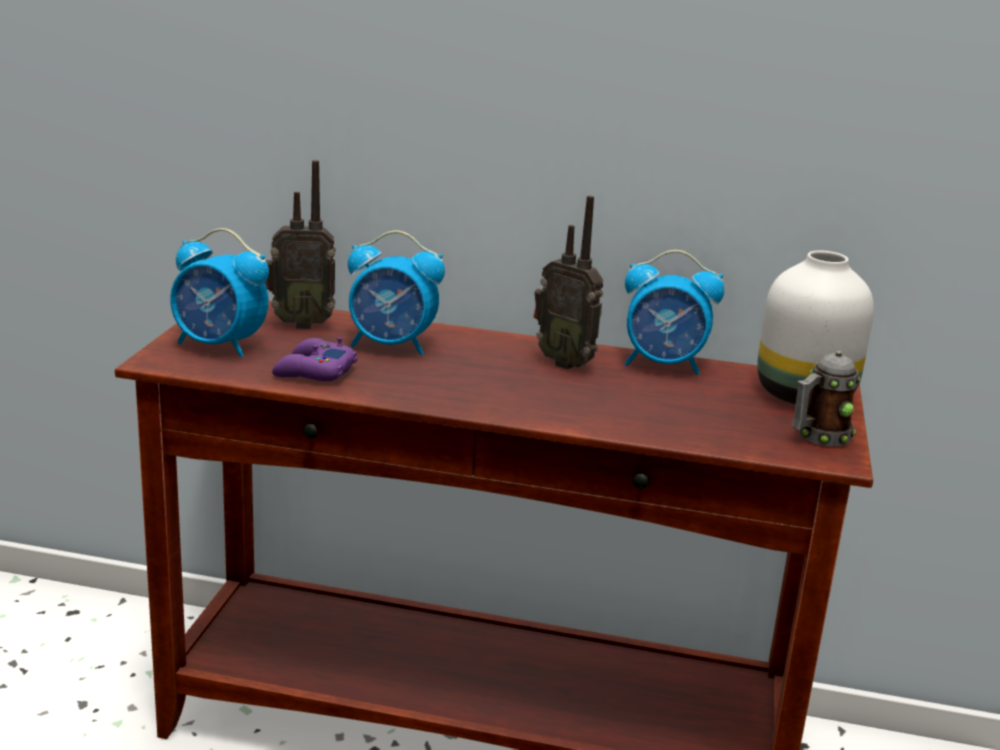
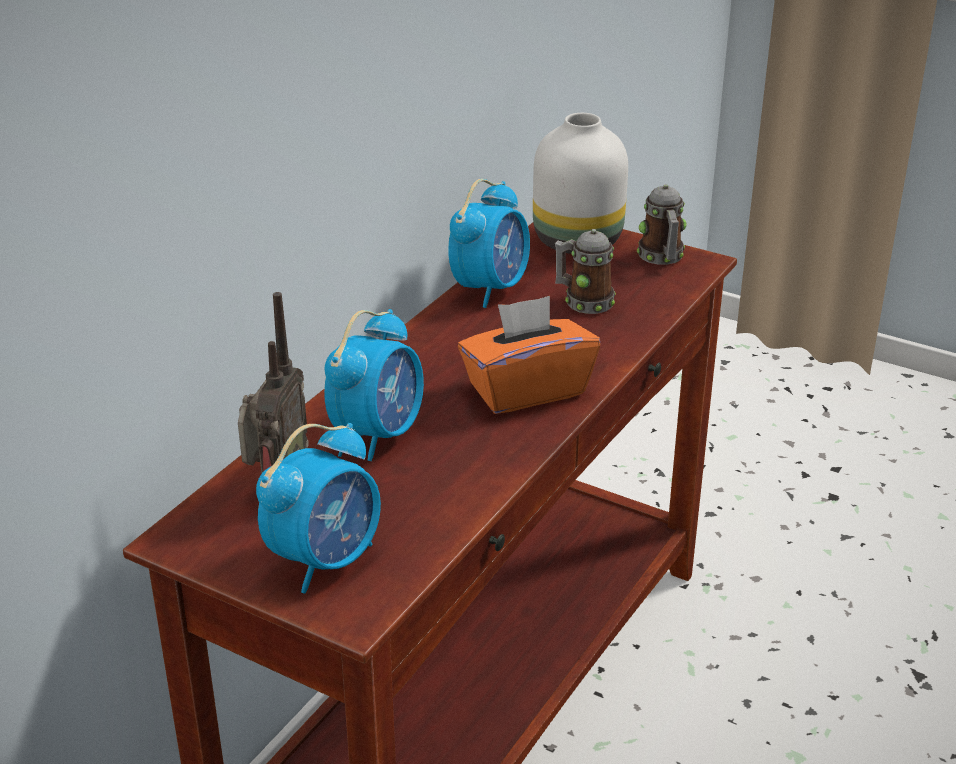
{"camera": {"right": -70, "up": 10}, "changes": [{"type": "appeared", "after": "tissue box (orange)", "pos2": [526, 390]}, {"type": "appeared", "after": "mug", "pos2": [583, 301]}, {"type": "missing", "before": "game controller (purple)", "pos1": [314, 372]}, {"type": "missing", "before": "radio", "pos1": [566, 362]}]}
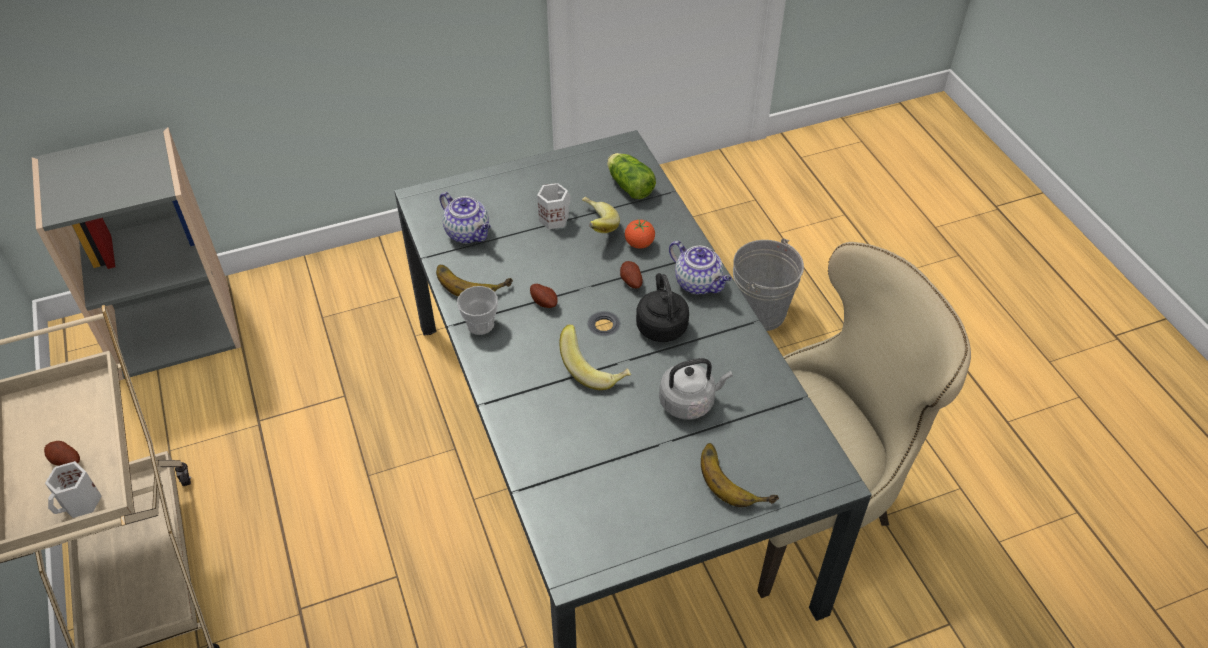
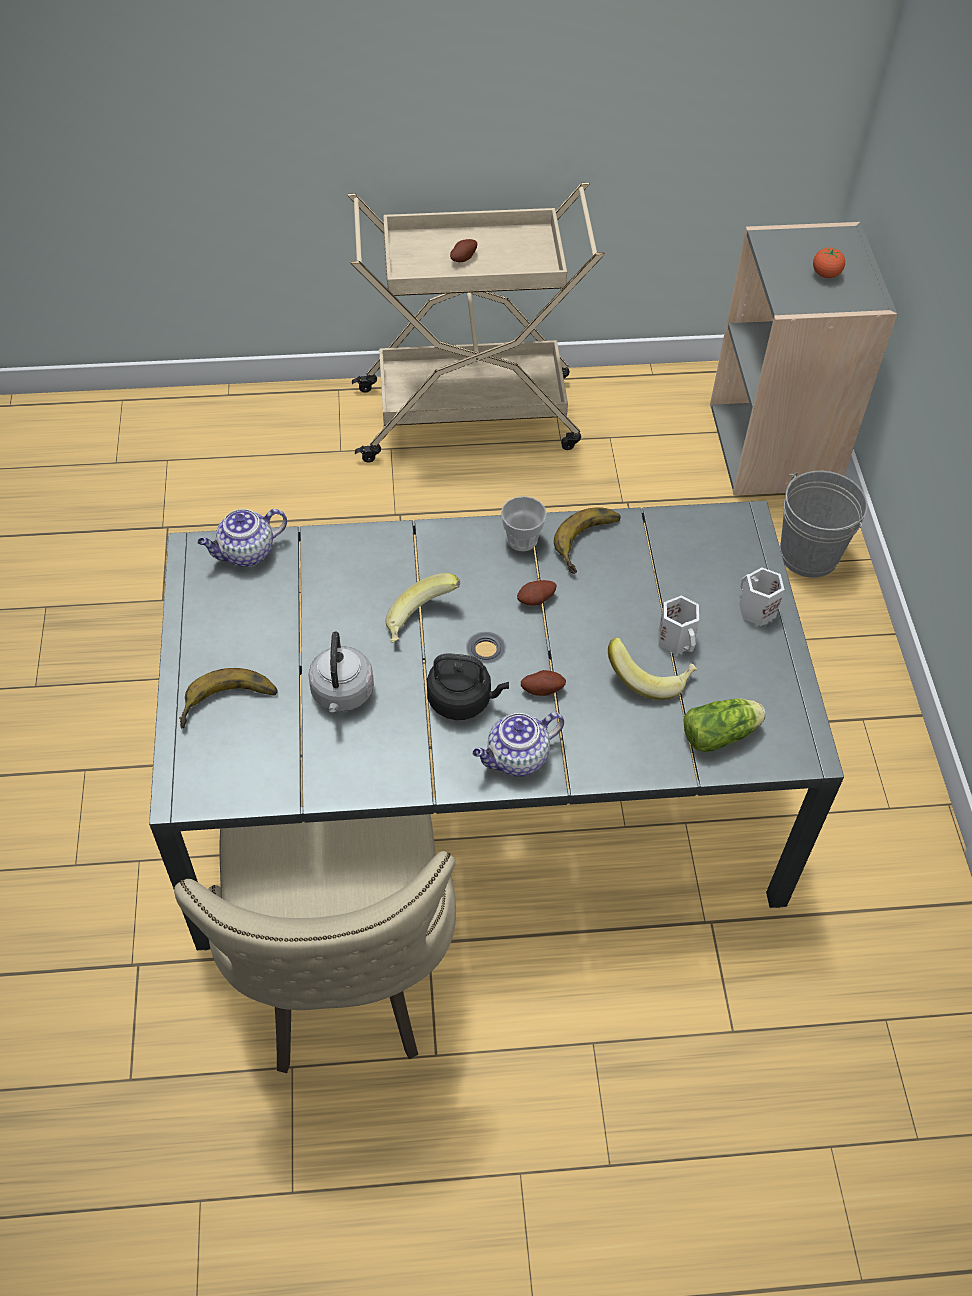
{"camera": {"right": 105, "up": 5}, "changes": [{"type": "relocated", "before": "teapot", "pos1": [468, 233], "pos2": [246, 553]}, {"type": "relocated", "before": "mug (white)", "pos1": [81, 503], "pos2": [755, 610]}, {"type": "relocated", "before": "bucket (grey)", "pos1": [760, 312], "pos2": [808, 554]}, {"type": "relocated", "before": "tomato", "pos1": [639, 244], "pos2": [825, 274]}]}
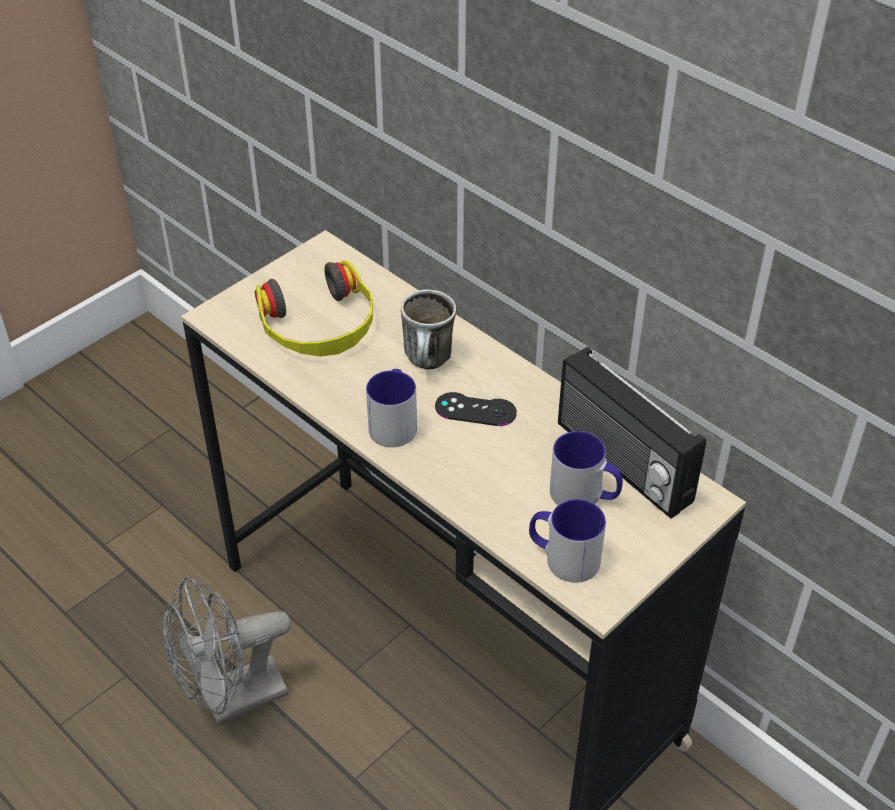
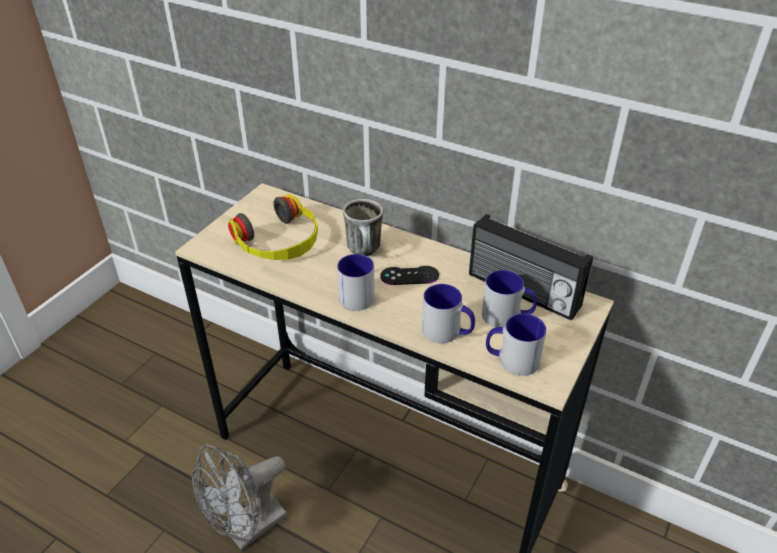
{"camera": {"right": -15, "up": -5}, "changes": [{"type": "appeared", "after": "mug", "pos2": [447, 332]}]}
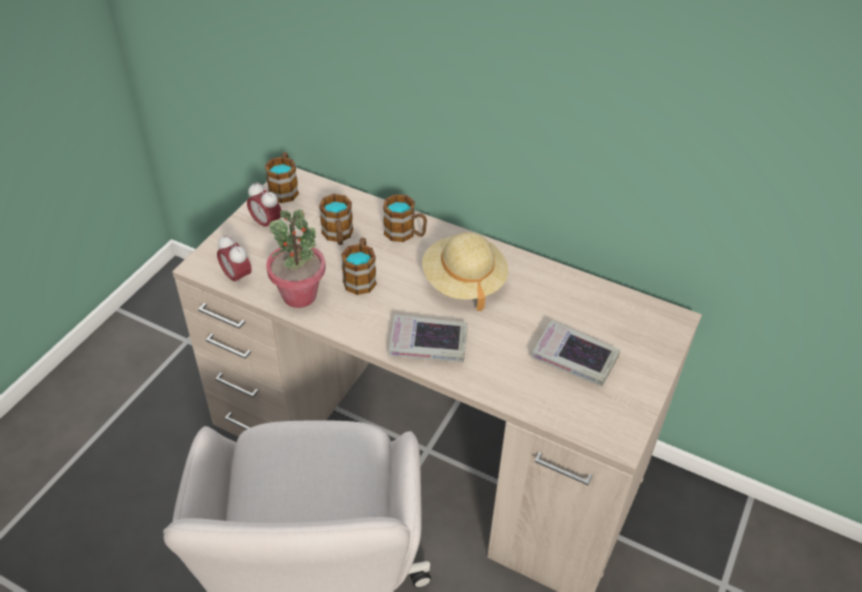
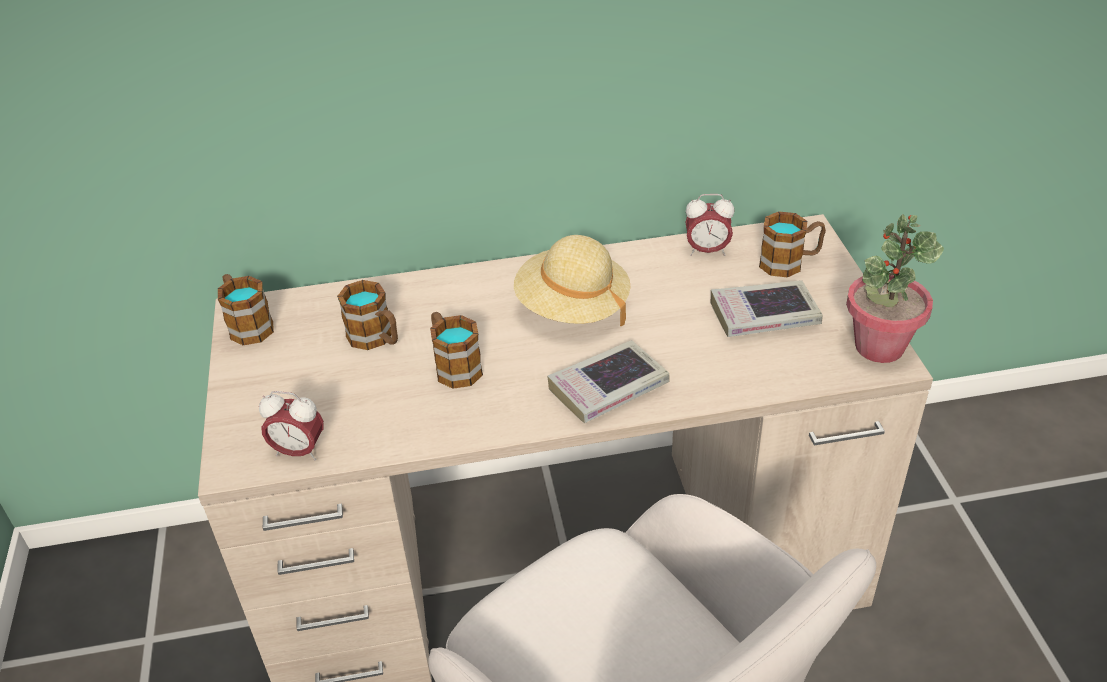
{"camera": {"right": -35, "up": -5}, "changes": [{"type": "relocated", "before": "alarm clock", "pos1": [266, 224], "pos2": [707, 251]}, {"type": "relocated", "before": "mug", "pos1": [405, 234], "pos2": [789, 263]}, {"type": "relocated", "before": "potted plant", "pos1": [299, 295], "pos2": [879, 346]}]}
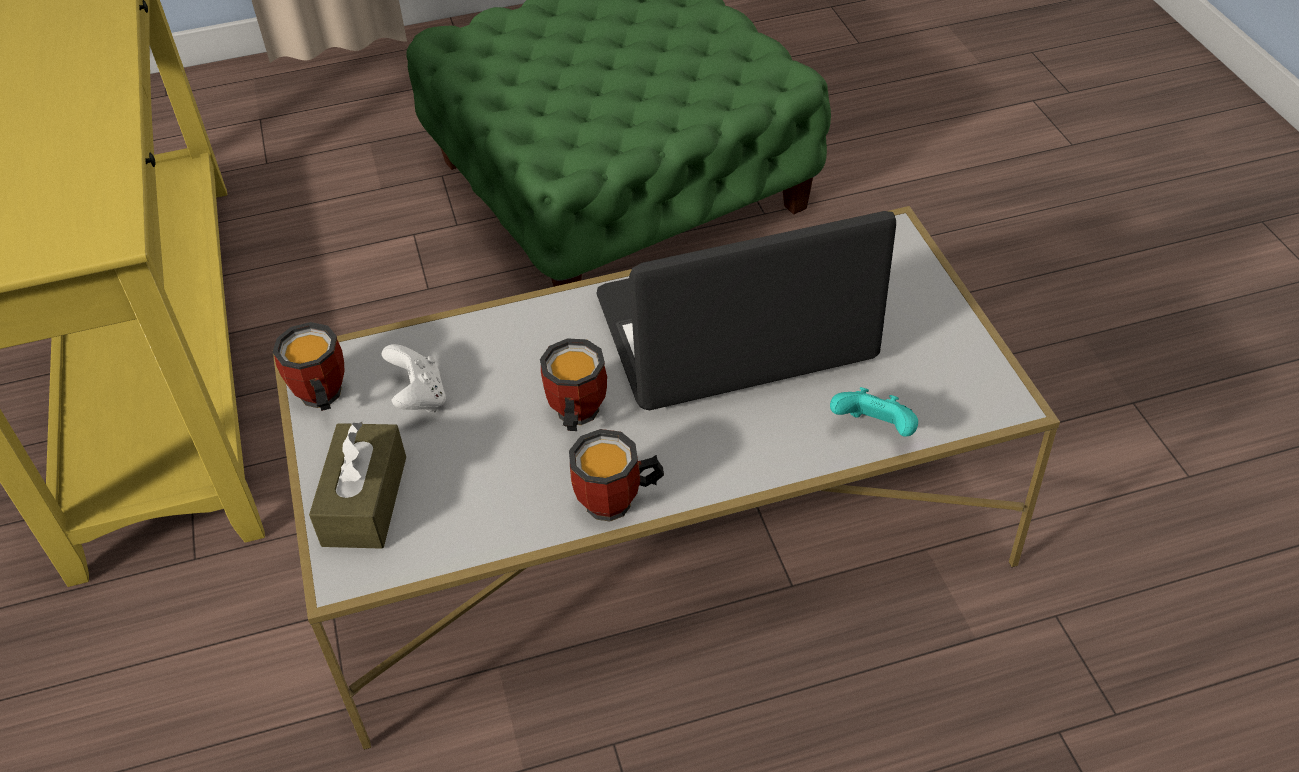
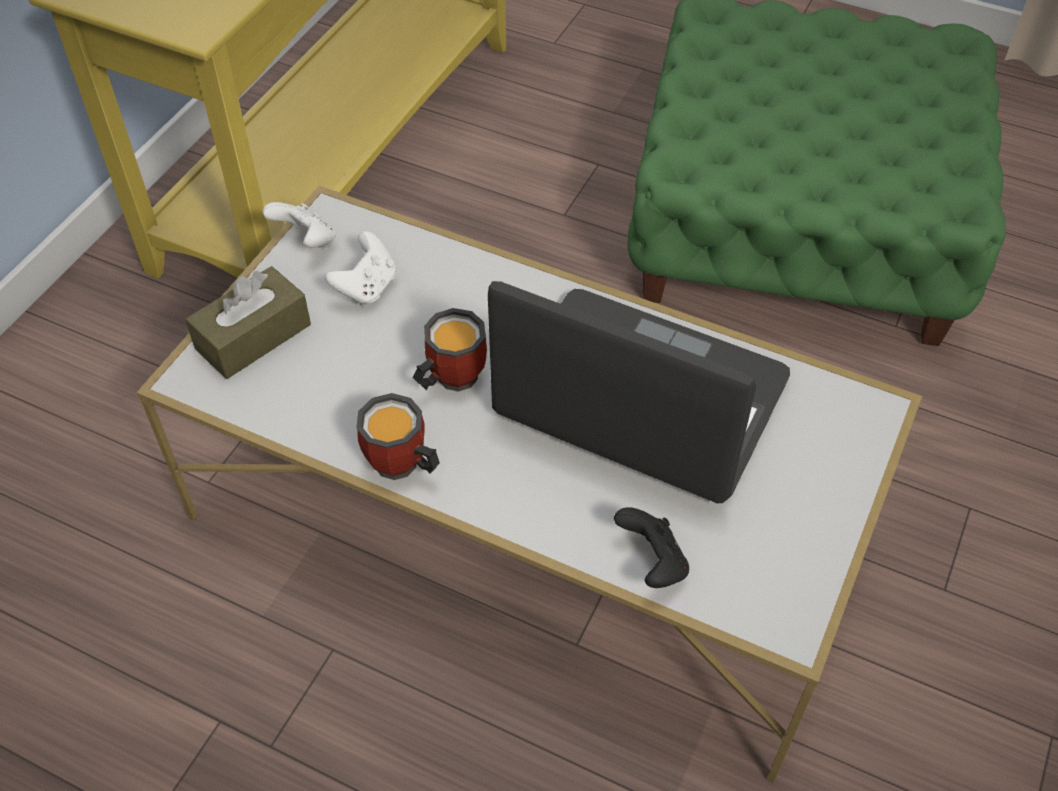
{"camera": {"right": 40, "up": 5}, "changes": [{"type": "exchanged", "before": "mug", "after": "game controller (white)", "pos1": [319, 399], "pos2": [306, 242]}, {"type": "colour", "before": "game controller (turquoise)", "after": "game controller (black)", "pos1": [874, 430], "pos2": [652, 563]}]}
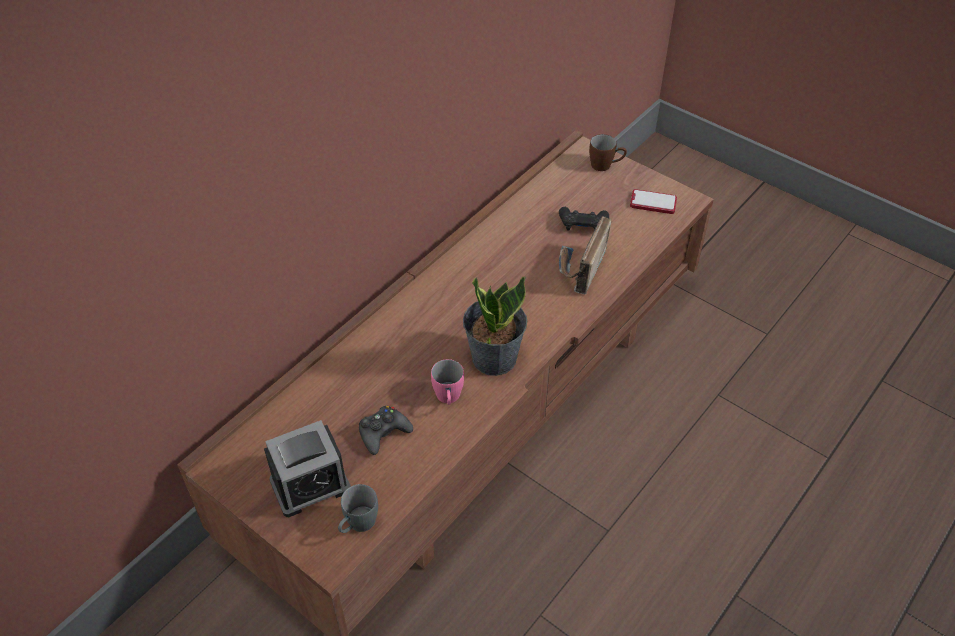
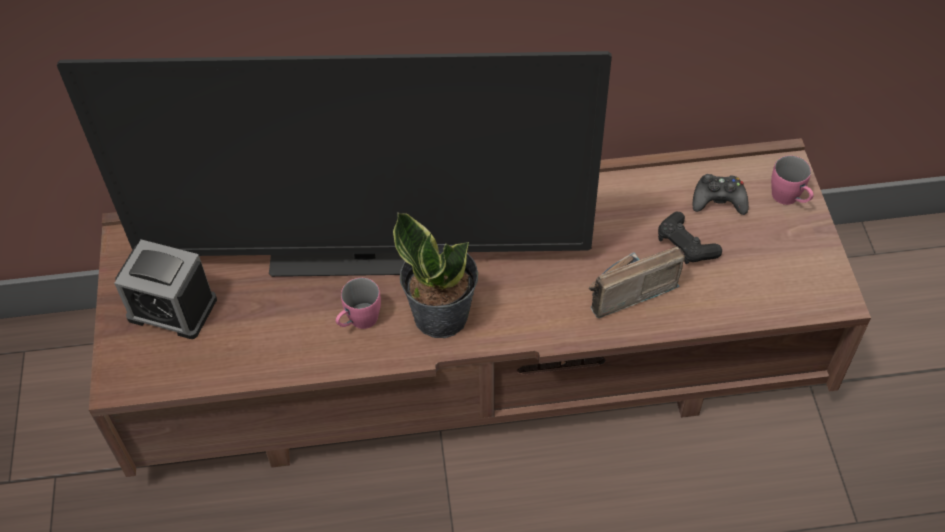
{"camera": {"right": 45, "up": 5}, "changes": [{"type": "appeared", "after": "television", "pos2": [365, 261]}, {"type": "relocated", "before": "game controller (black)", "pos1": [383, 433], "pos2": [718, 200]}, {"type": "colour", "before": "mug (brown)", "after": "mug (pink)", "pos1": [605, 165], "pos2": [789, 199]}, {"type": "missing", "before": "mug (grey)", "pos1": [358, 525]}, {"type": "missing", "before": "phone", "pos1": [653, 203]}]}
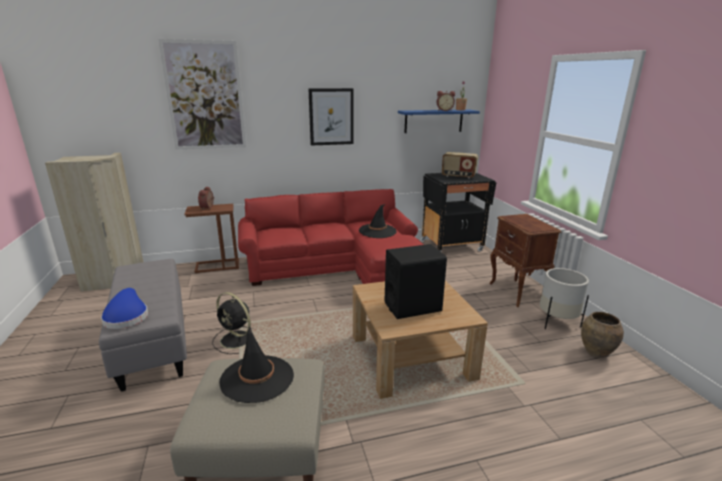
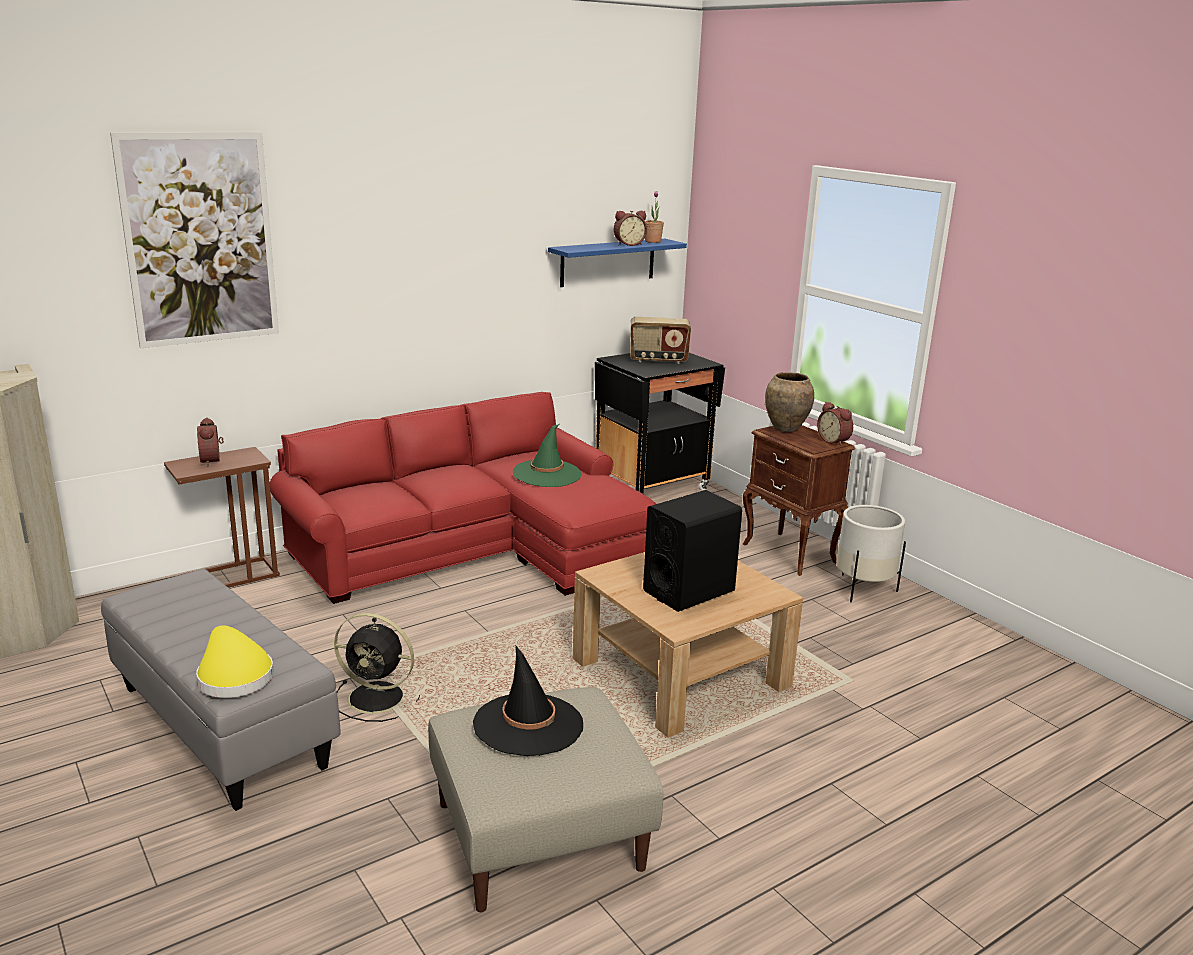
{"camera": {"right": -20, "up": 0}, "changes": [{"type": "colour", "before": "hat (blue)", "after": "hat (yellow)", "pos1": [127, 316], "pos2": [233, 676]}, {"type": "colour", "before": "hat (black)", "after": "hat (green)", "pos1": [377, 231], "pos2": [547, 474]}, {"type": "relocated", "before": "vase (brown)", "pos1": [595, 352], "pos2": [785, 428]}, {"type": "appeared", "after": "alarm clock", "pos2": [834, 441]}, {"type": "missing", "before": "picture", "pos1": [331, 117]}]}
